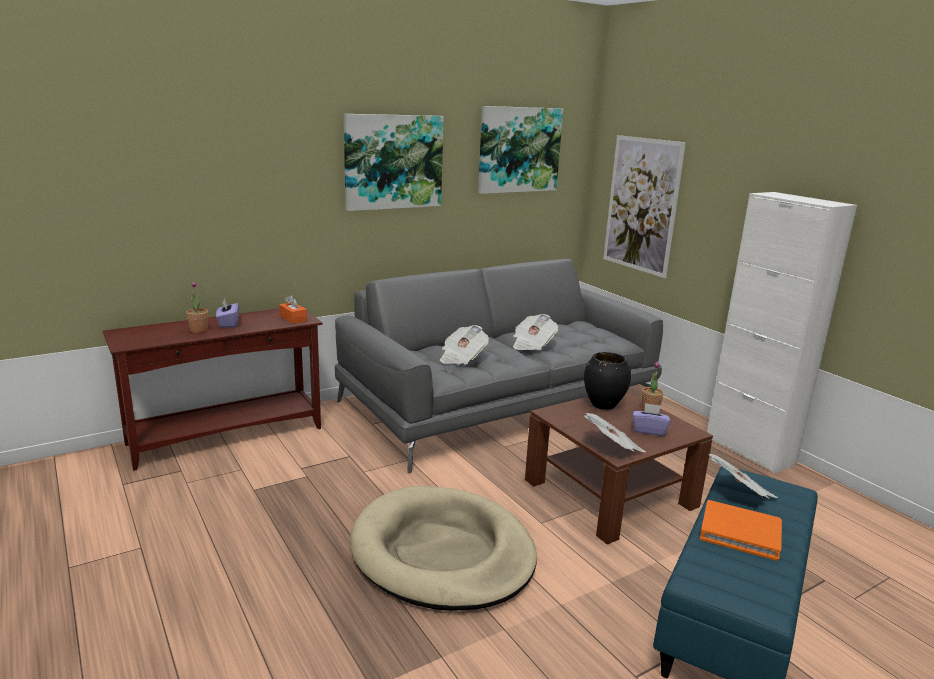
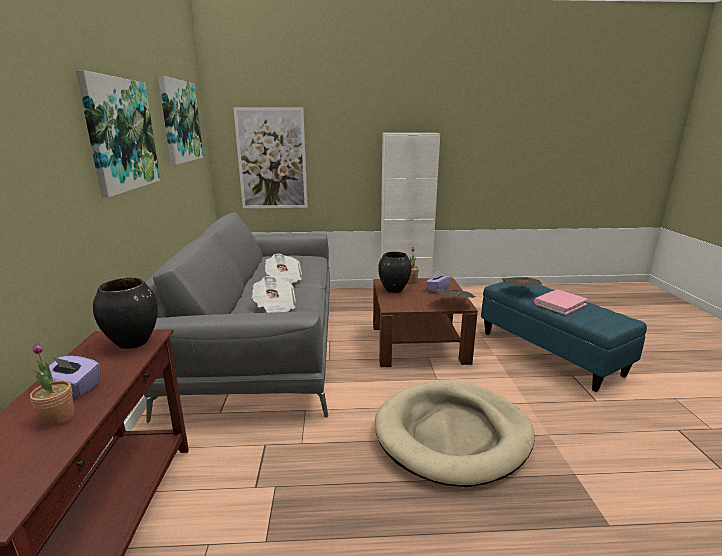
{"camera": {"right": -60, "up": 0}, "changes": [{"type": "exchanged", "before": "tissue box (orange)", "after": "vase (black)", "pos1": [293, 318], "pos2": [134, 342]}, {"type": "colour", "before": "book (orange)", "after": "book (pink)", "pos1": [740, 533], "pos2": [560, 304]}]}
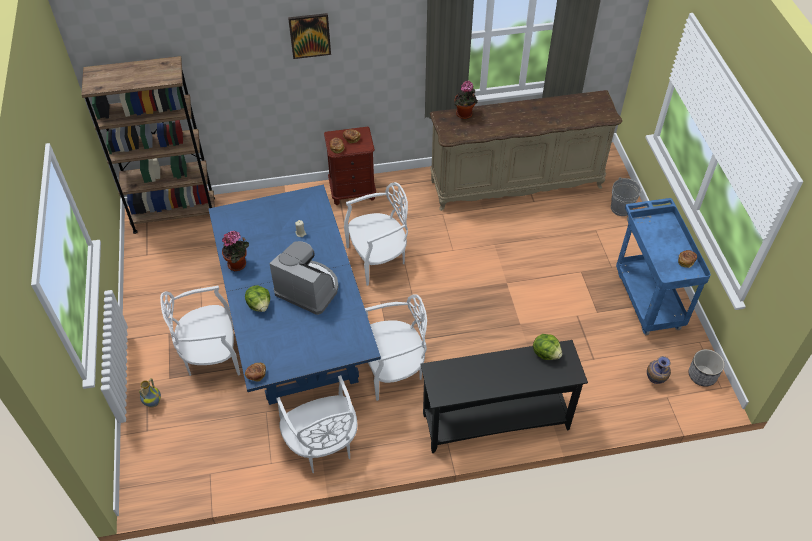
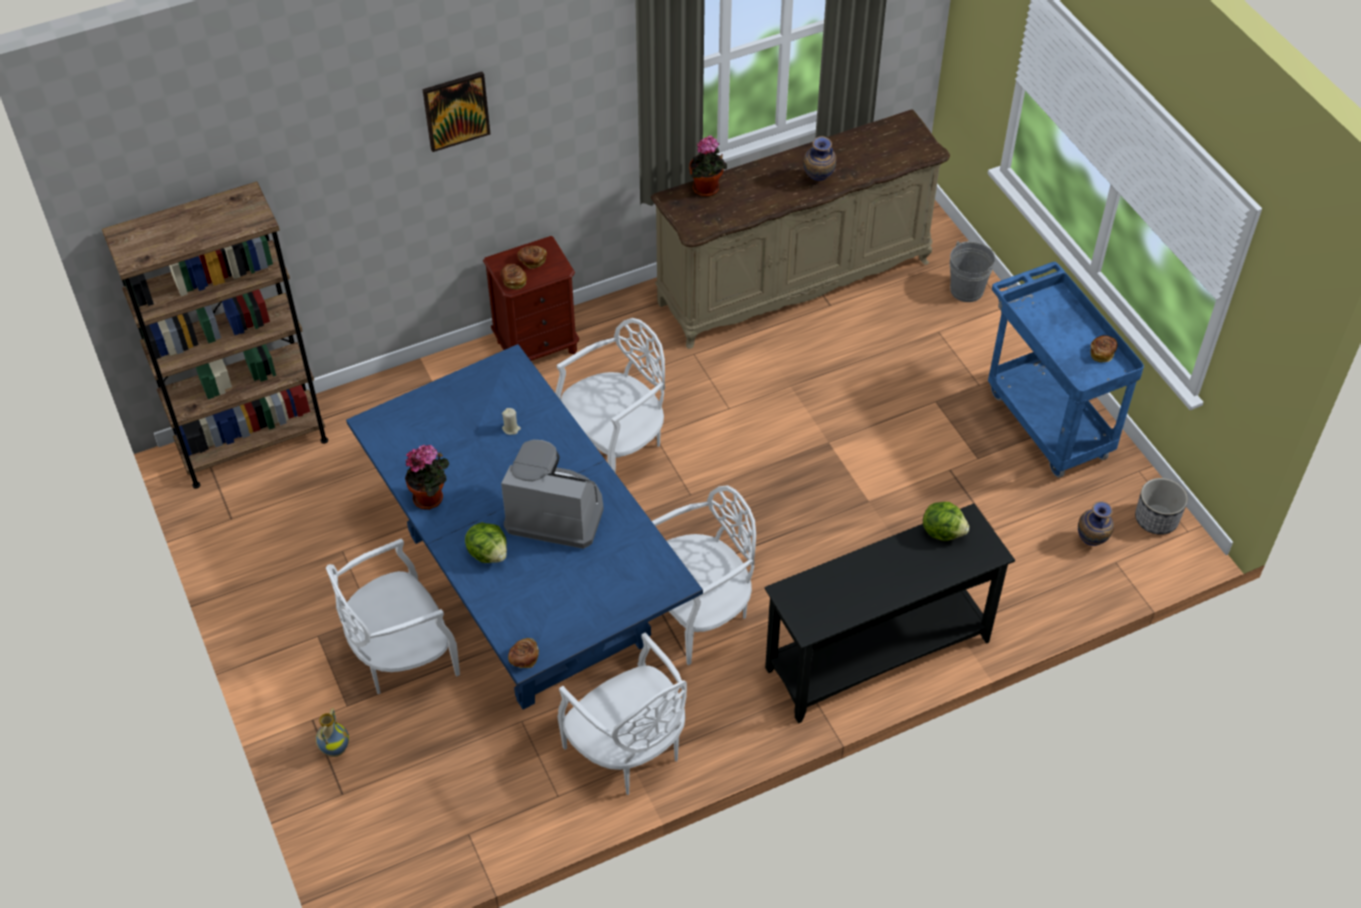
{"camera": {"right": -15, "up": 0}, "changes": [{"type": "appeared", "after": "vase", "pos2": [818, 181]}]}
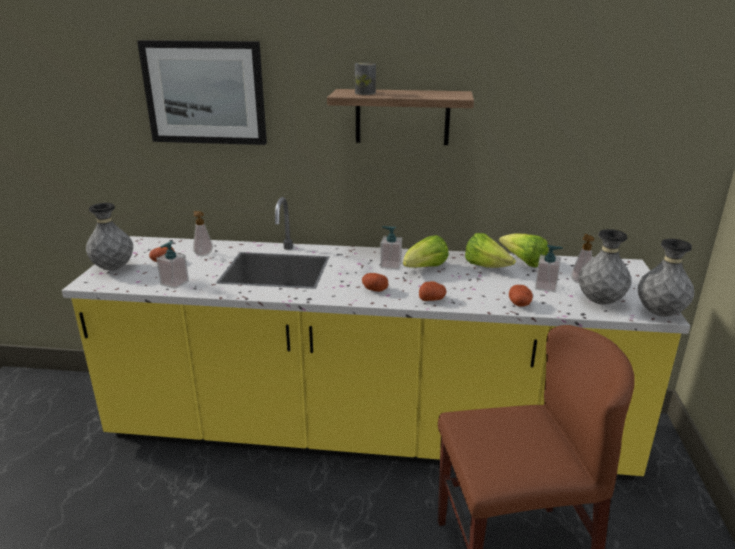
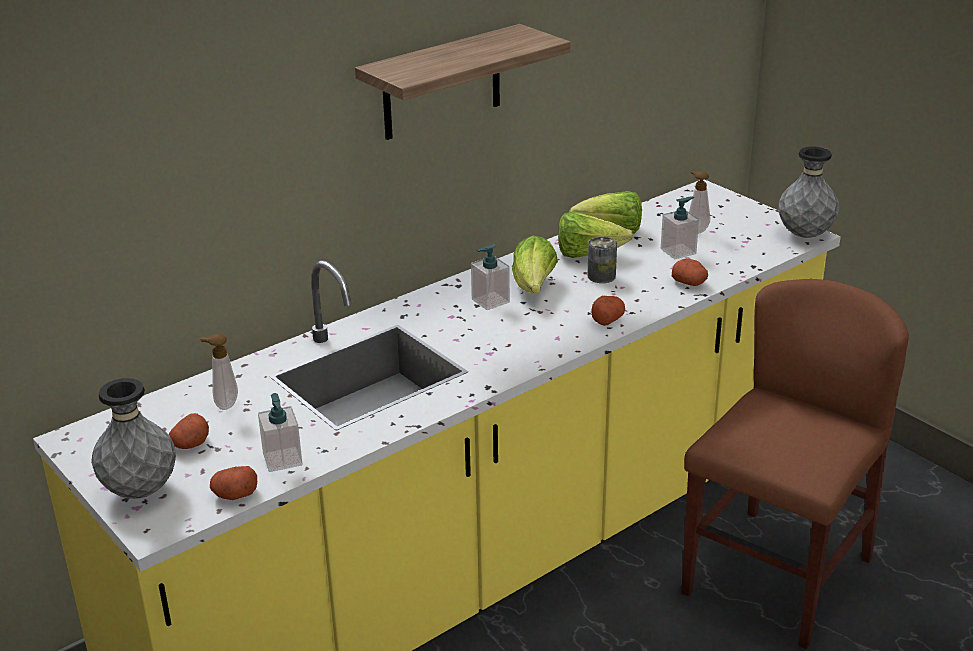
{"camera": {"right": -45, "up": 5}, "changes": [{"type": "relocated", "before": "potato", "pos1": [374, 289], "pos2": [234, 494]}, {"type": "relocated", "before": "can", "pos1": [365, 93], "pos2": [601, 276]}, {"type": "missing", "before": "picture", "pos1": [205, 93]}, {"type": "missing", "before": "vase (grey)", "pos1": [600, 302]}]}
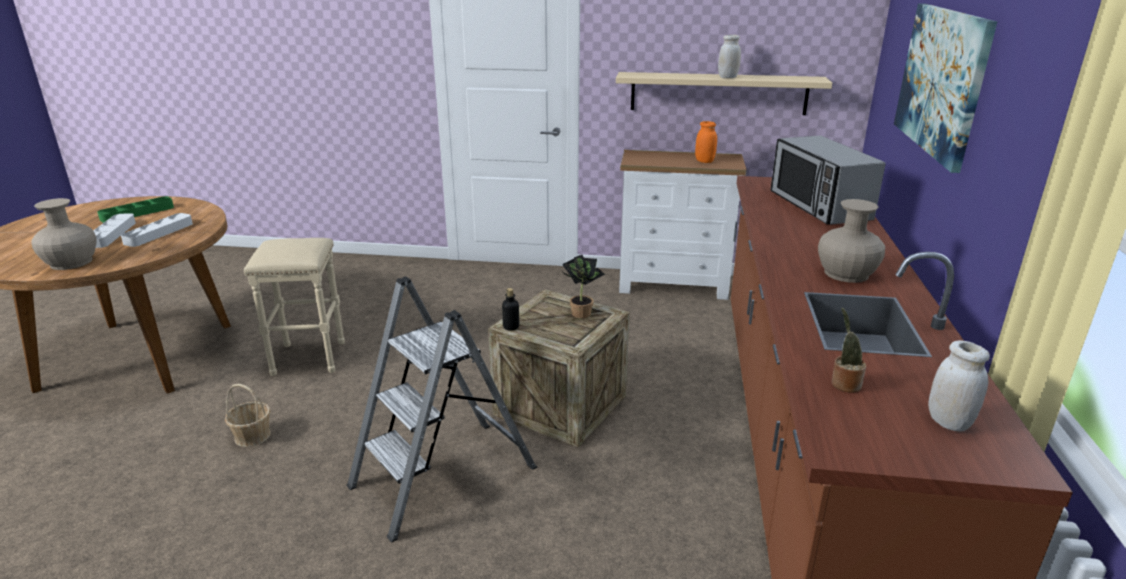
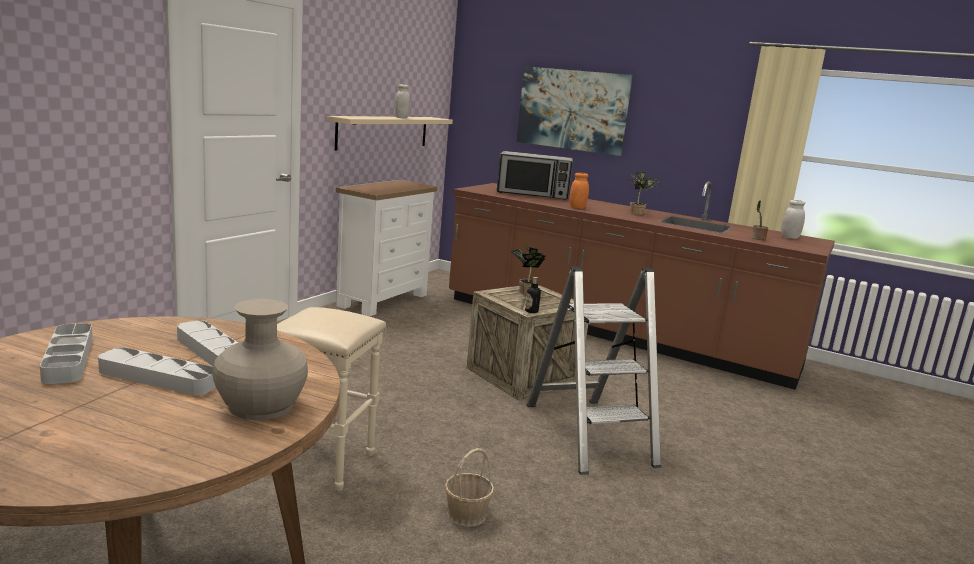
{"camera": {"right": -70, "up": -10}, "changes": [{"type": "colour", "before": "tray (green)", "after": "tray (grey)", "pos1": [137, 213], "pos2": [68, 358]}, {"type": "relocated", "before": "jar (orange)", "pos1": [704, 161], "pos2": [577, 208]}, {"type": "exchanged", "before": "vase (beige)", "after": "potted plant", "pos1": [846, 273], "pos2": [637, 213]}]}
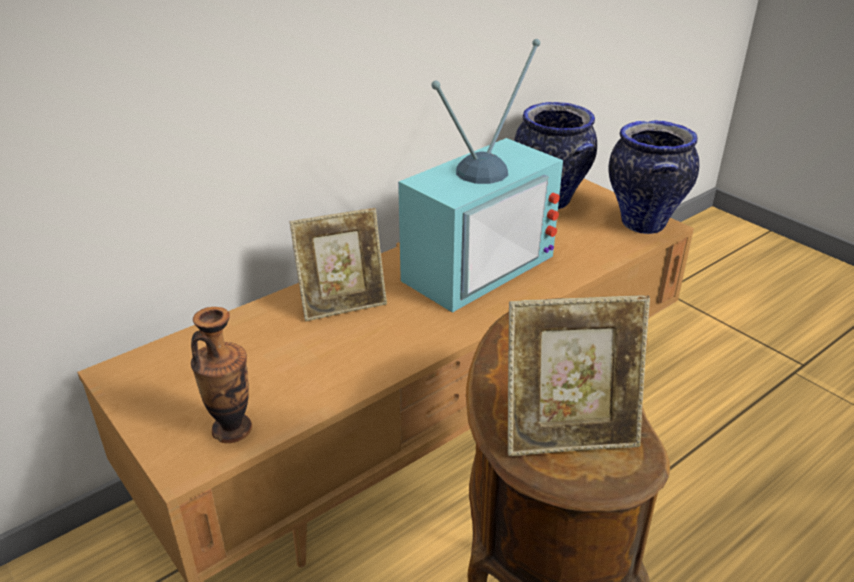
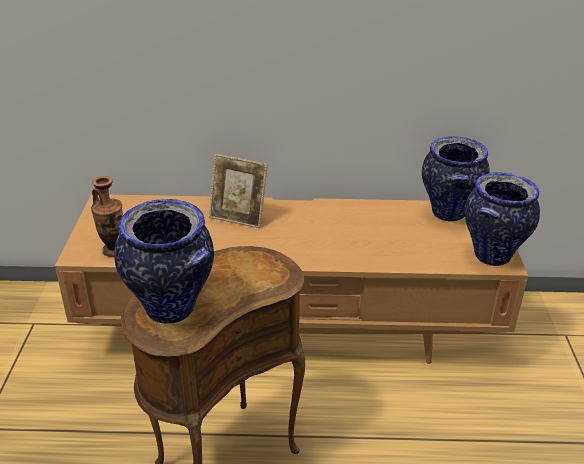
{"camera": {"right": 40, "up": 0}, "changes": [{"type": "exchanged", "before": "picture frame", "after": "vase", "pos1": [569, 433], "pos2": [172, 309]}, {"type": "missing", "before": "television", "pos1": [474, 264]}]}
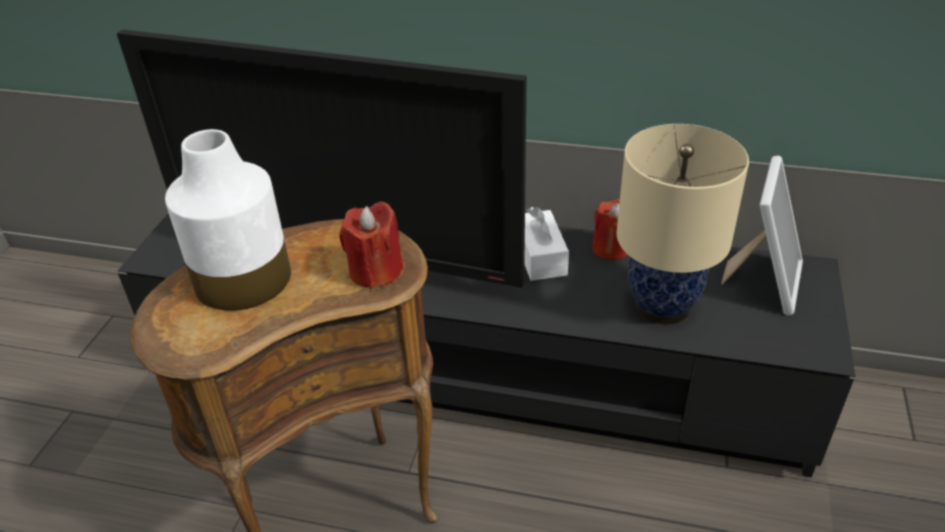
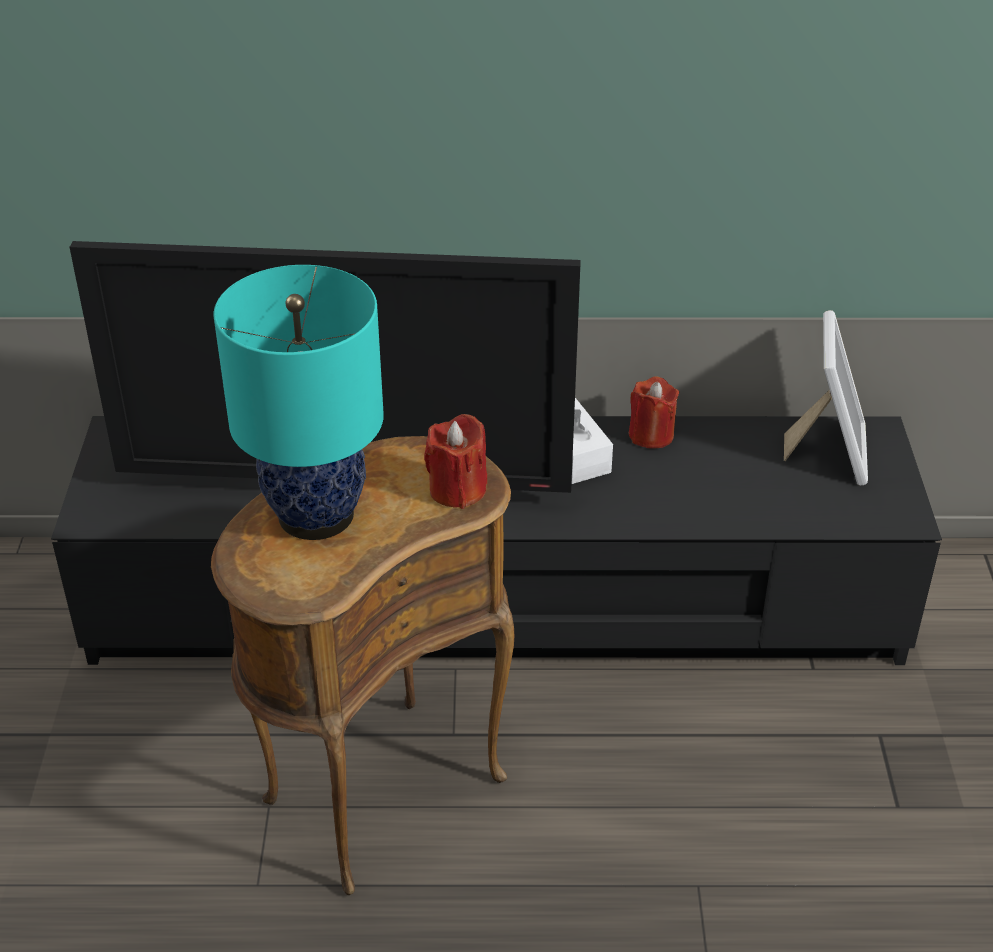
{"camera": {"right": -15, "up": 0}, "changes": [{"type": "exchanged", "before": "vase (white)", "after": "table lamp (turquoise)", "pos1": [244, 277], "pos2": [316, 514]}, {"type": "missing", "before": "table lamp (beige)", "pos1": [662, 305]}]}
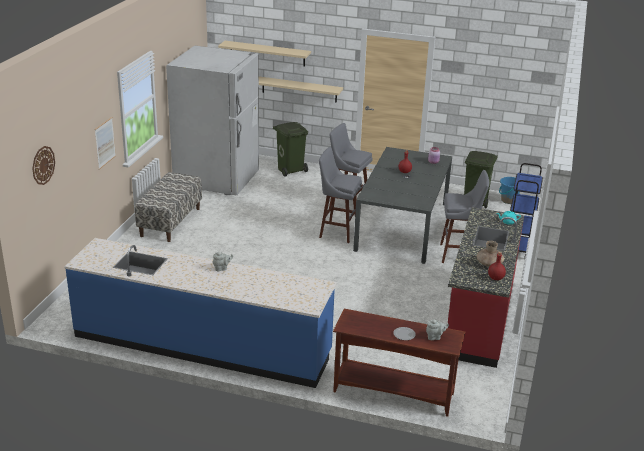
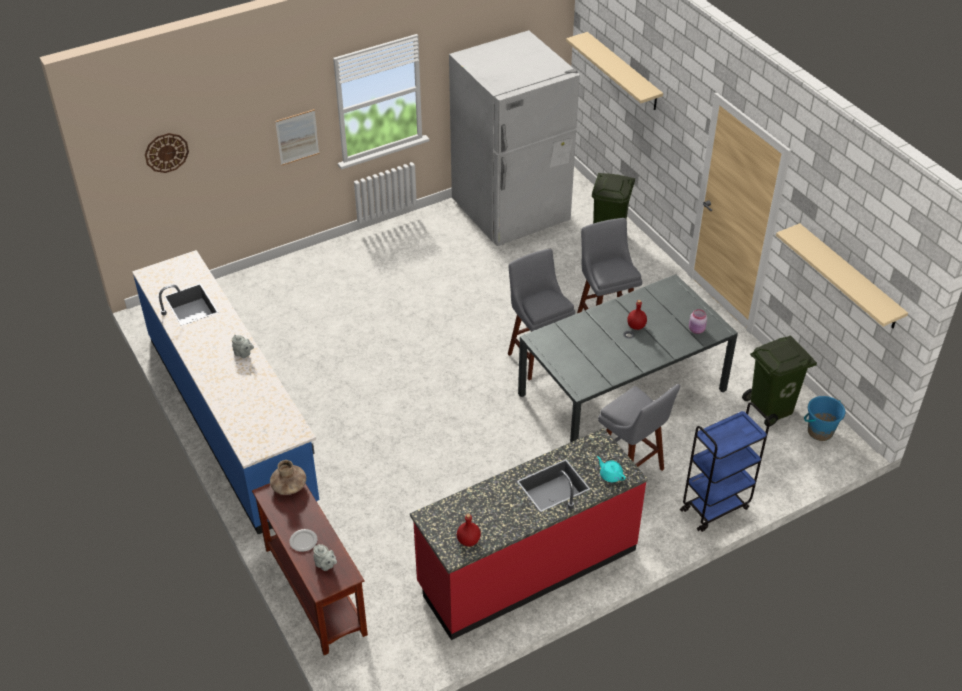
{"camera": {"right": 45, "up": 15}, "changes": [{"type": "relocated", "before": "vase (brown)", "pos1": [489, 264], "pos2": [289, 486]}, {"type": "relocated", "before": "shelf (beige)", "pos1": [299, 89], "pos2": [849, 277]}, {"type": "missing", "before": "bench", "pos1": [170, 222]}]}
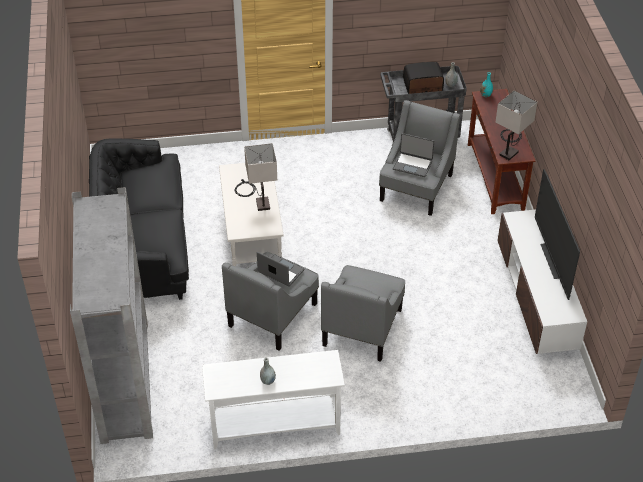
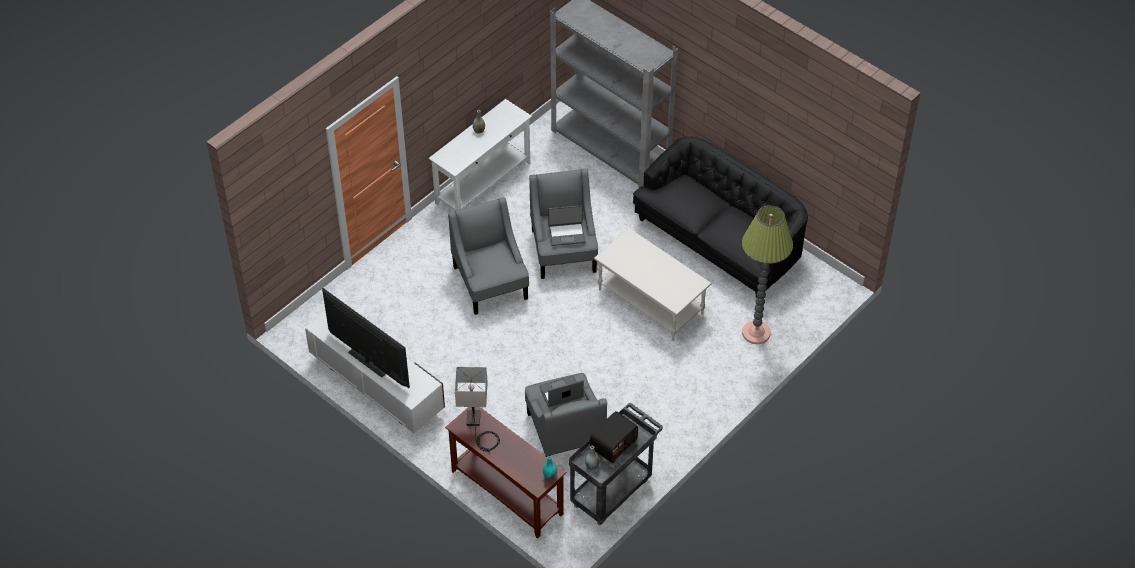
{"camera": {"right": 140, "up": 5}, "changes": [{"type": "appeared", "after": "floor lamp", "pos2": [756, 333]}, {"type": "missing", "before": "table lamp", "pos1": [256, 197]}]}
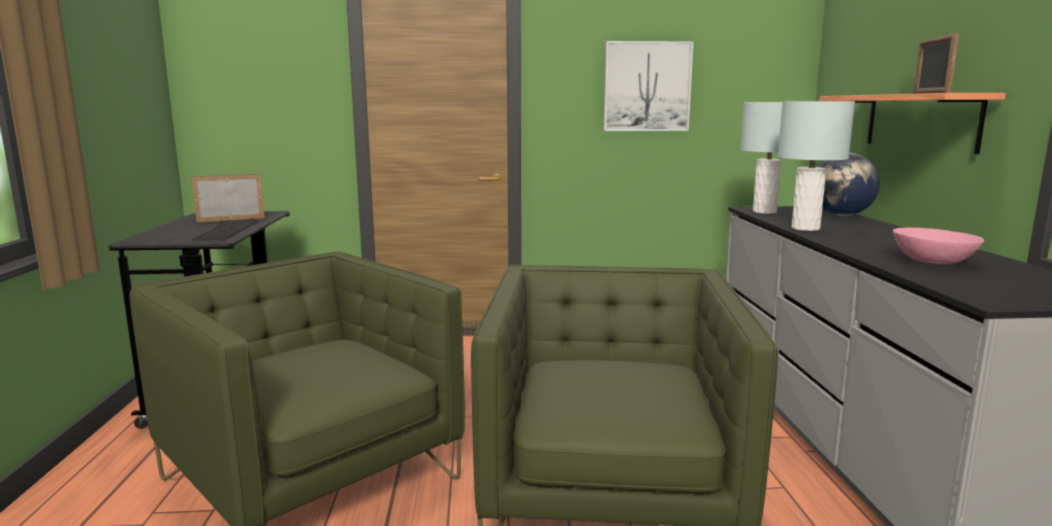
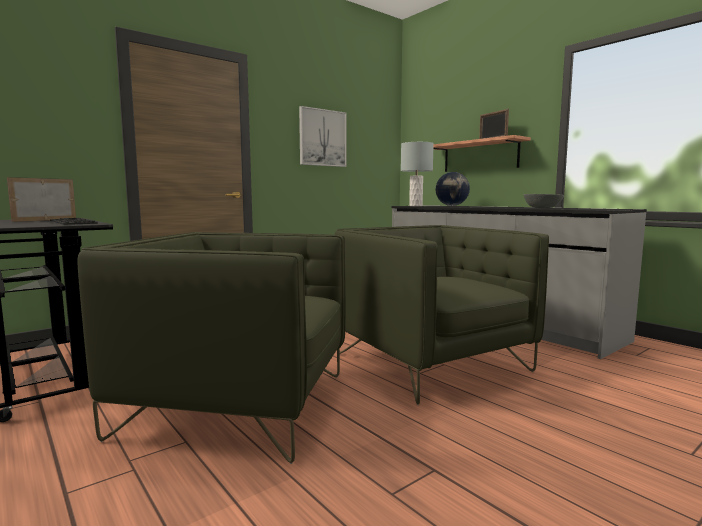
{"camera": {"right": -35, "up": -5}, "changes": [{"type": "colour", "before": "bowl (pink)", "after": "bowl (grey)", "pos1": [932, 261], "pos2": [542, 208]}, {"type": "missing", "before": "table lamp (grey)", "pos1": [805, 228]}]}
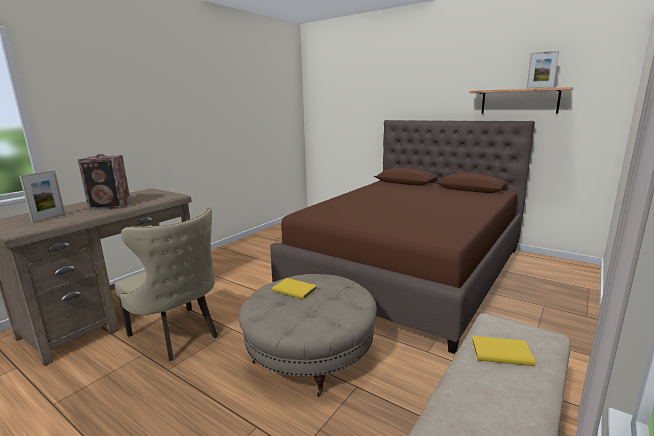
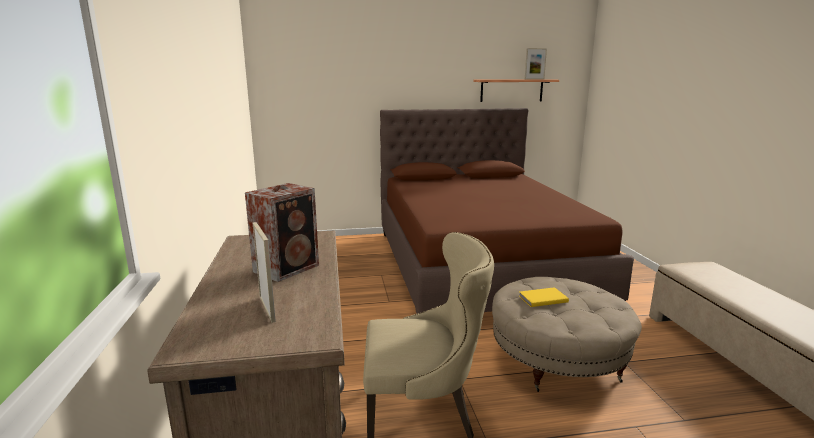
{"camera": {"right": -45, "up": 0}, "changes": [{"type": "missing", "before": "book (yellow)", "pos1": [500, 352]}]}
